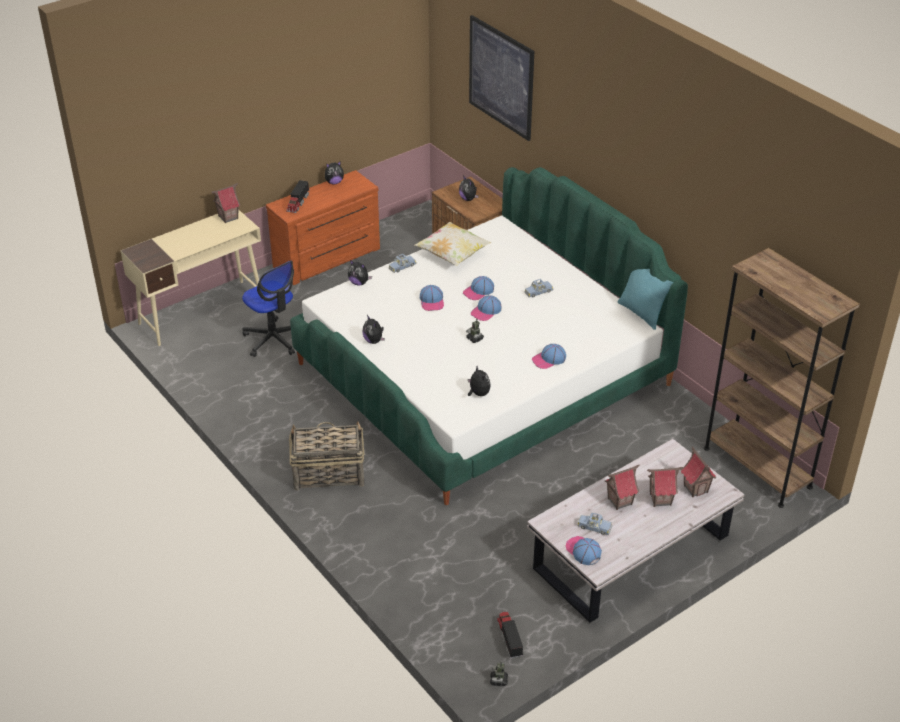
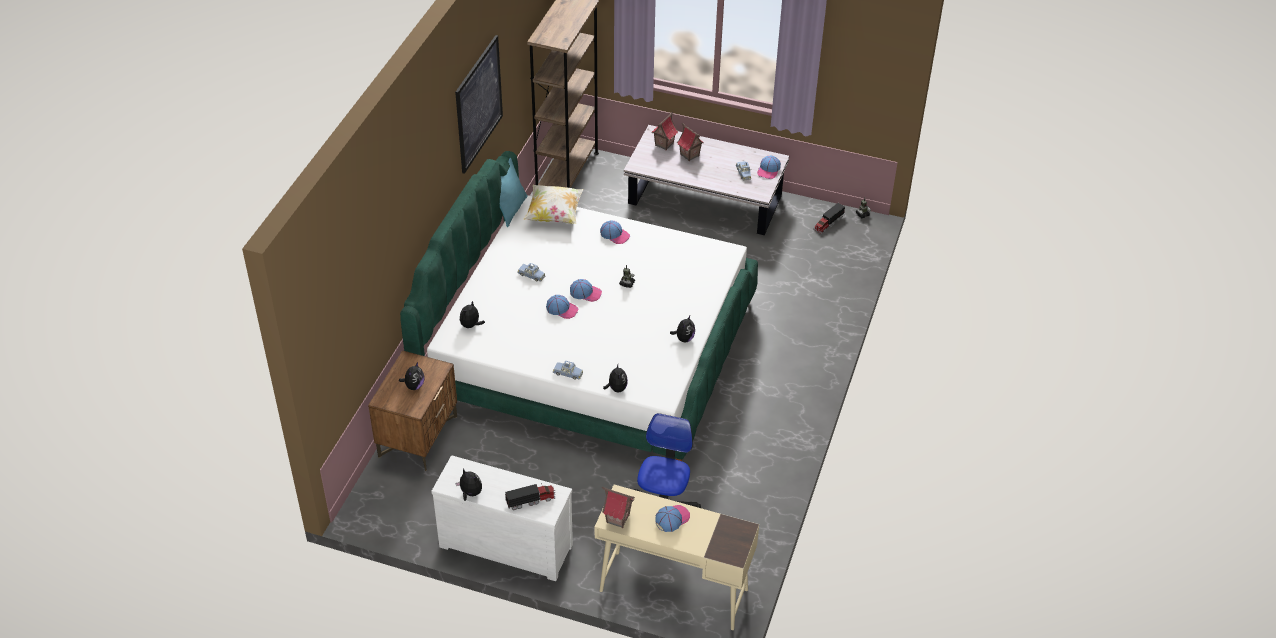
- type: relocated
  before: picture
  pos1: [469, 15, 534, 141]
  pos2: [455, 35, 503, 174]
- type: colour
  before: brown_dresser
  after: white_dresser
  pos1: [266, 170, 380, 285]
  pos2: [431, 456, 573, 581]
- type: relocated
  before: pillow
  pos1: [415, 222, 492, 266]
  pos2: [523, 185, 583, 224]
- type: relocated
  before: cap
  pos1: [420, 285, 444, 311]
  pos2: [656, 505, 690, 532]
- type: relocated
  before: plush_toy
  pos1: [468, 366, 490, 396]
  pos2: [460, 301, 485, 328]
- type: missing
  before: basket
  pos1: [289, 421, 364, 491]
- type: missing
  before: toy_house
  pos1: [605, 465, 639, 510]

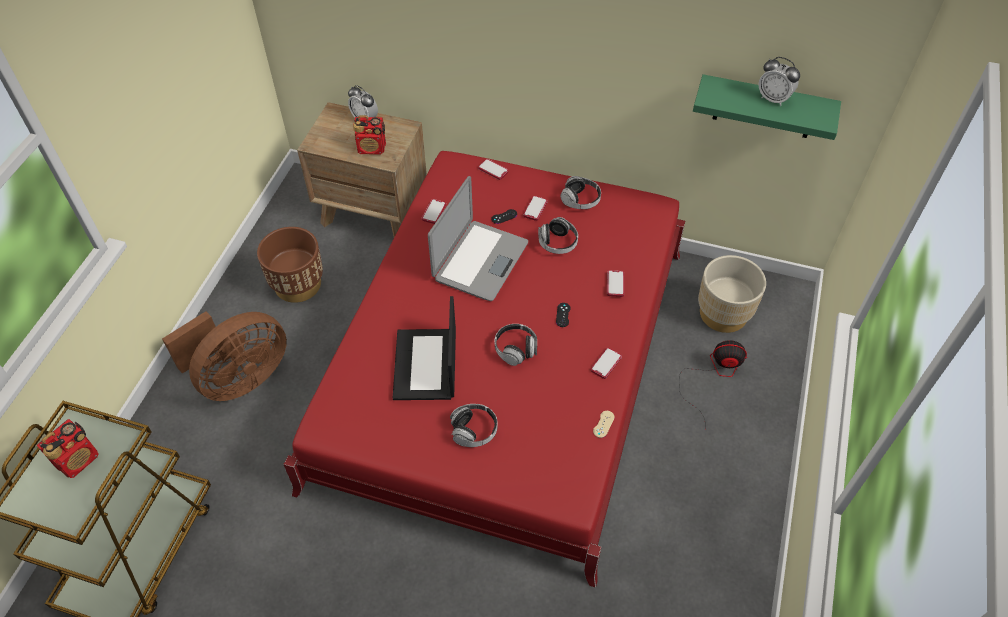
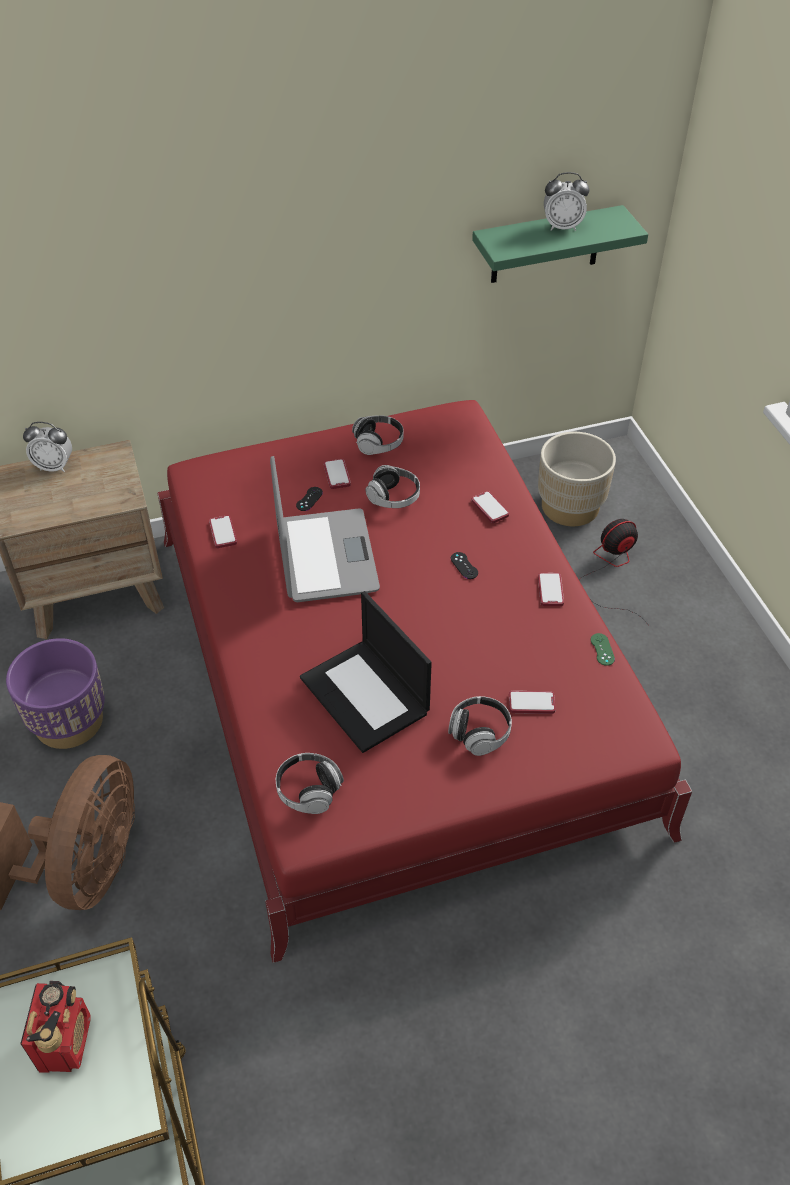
- type: missing
  before: radio
  pos1: [353, 115, 386, 155]
- type: relocated
  before: phone
  pos1: [478, 159, 508, 180]
  pos2: [509, 691, 556, 714]
- type: colour
  before: brown_planter
  after: purple_planter
  pos1: [257, 227, 323, 303]
  pos2: [6, 638, 105, 749]
- type: relocated
  before: headphones
  pos1: [495, 324, 537, 366]
  pos2: [276, 753, 344, 814]
- type: colour
  before: beige_game_controller
  after: green_game_controller
  pos1: [593, 411, 615, 438]
  pos2: [591, 633, 615, 666]

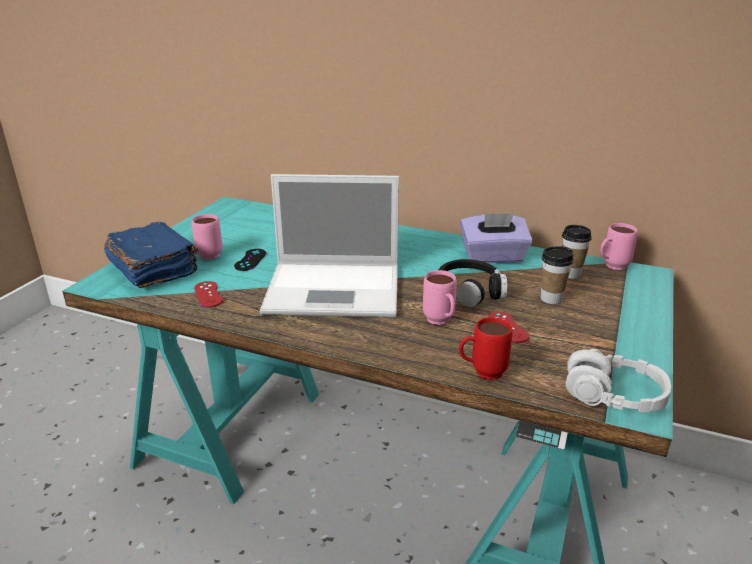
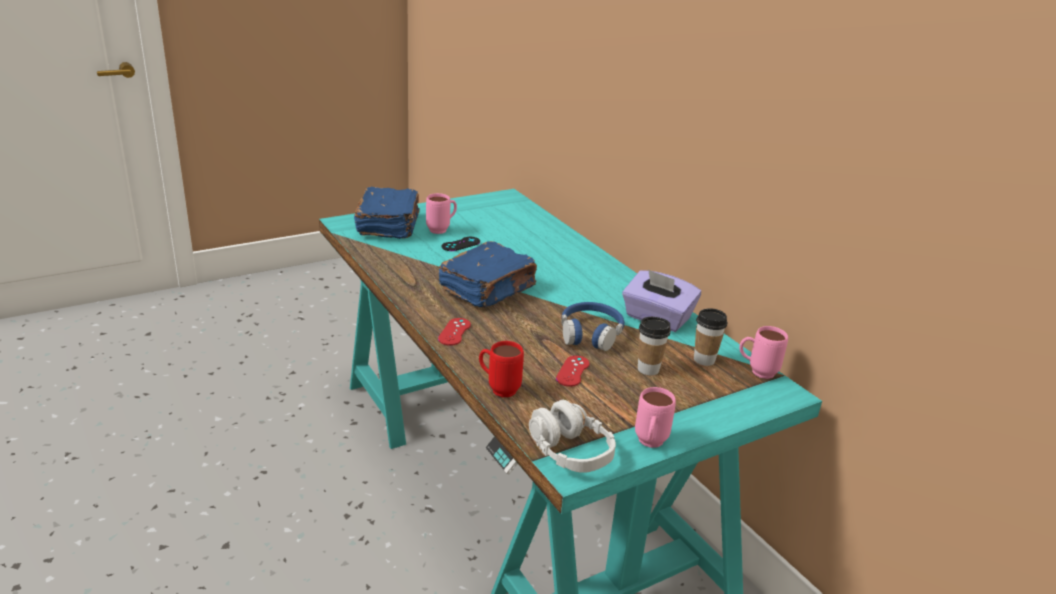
- type: exchanged
  before: laptop
  after: blue_book
  pos1: [260, 174, 399, 317]
  pos2: [439, 241, 537, 308]
- type: colour
  before: black_headphones
  after: blue_headphones
  pos1: [439, 259, 507, 307]
  pos2: [561, 302, 625, 351]
- type: relocated
  before: pink_mug
  pos1: [423, 270, 457, 325]
  pos2: [635, 387, 676, 448]
- type: relocated
  before: red_game_controller
  pos1: [194, 281, 223, 307]
  pos2: [438, 318, 471, 346]

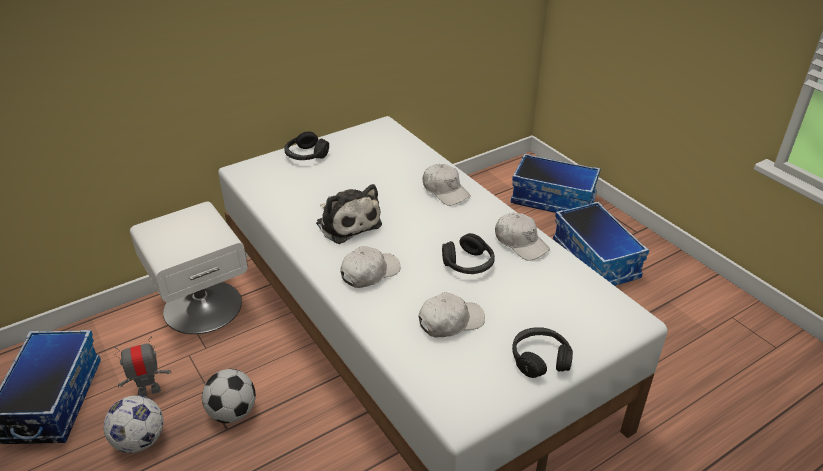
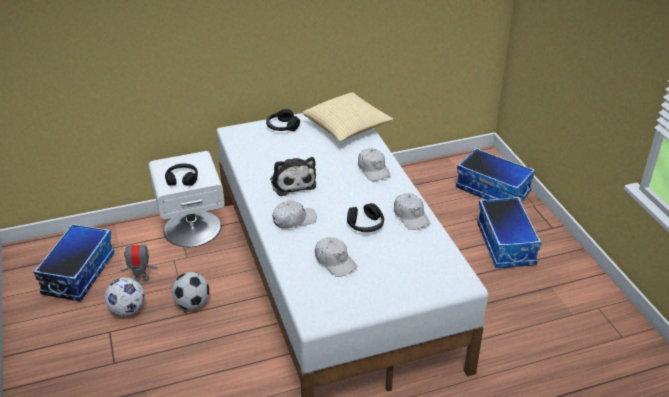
- type: spun
  before: white_cap
  pos1: [418, 292, 485, 337]
  pos2: [315, 237, 357, 277]
  turn: 60
- type: relocated
  before: black_headphones
  pos1: [512, 327, 573, 378]
  pos2: [165, 163, 198, 186]
- type: appeared
  after: pillow
  pos2: [303, 92, 393, 142]

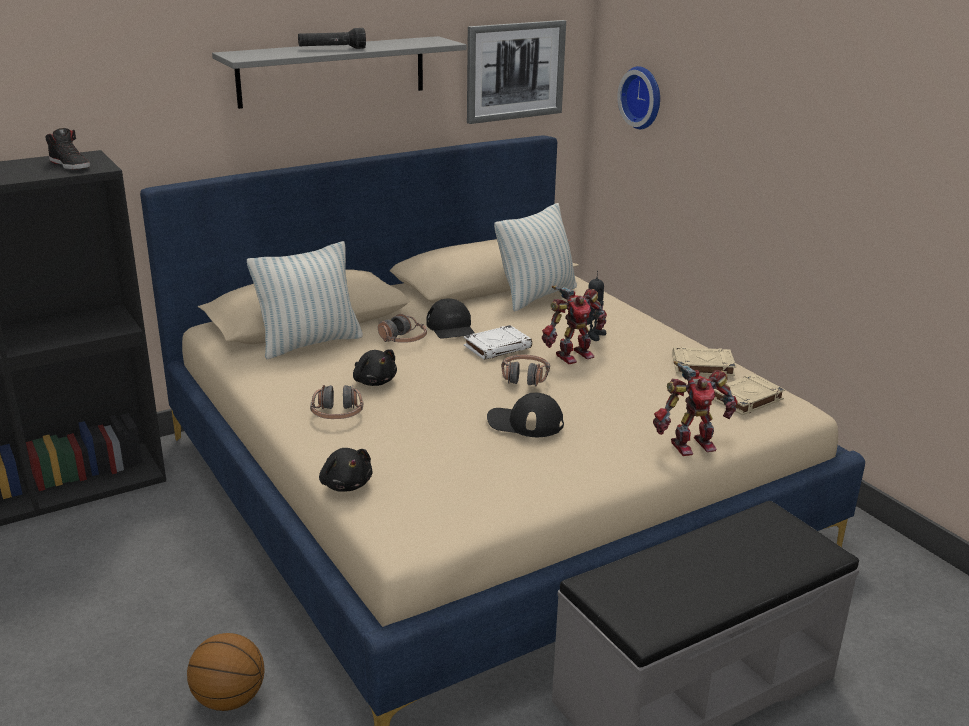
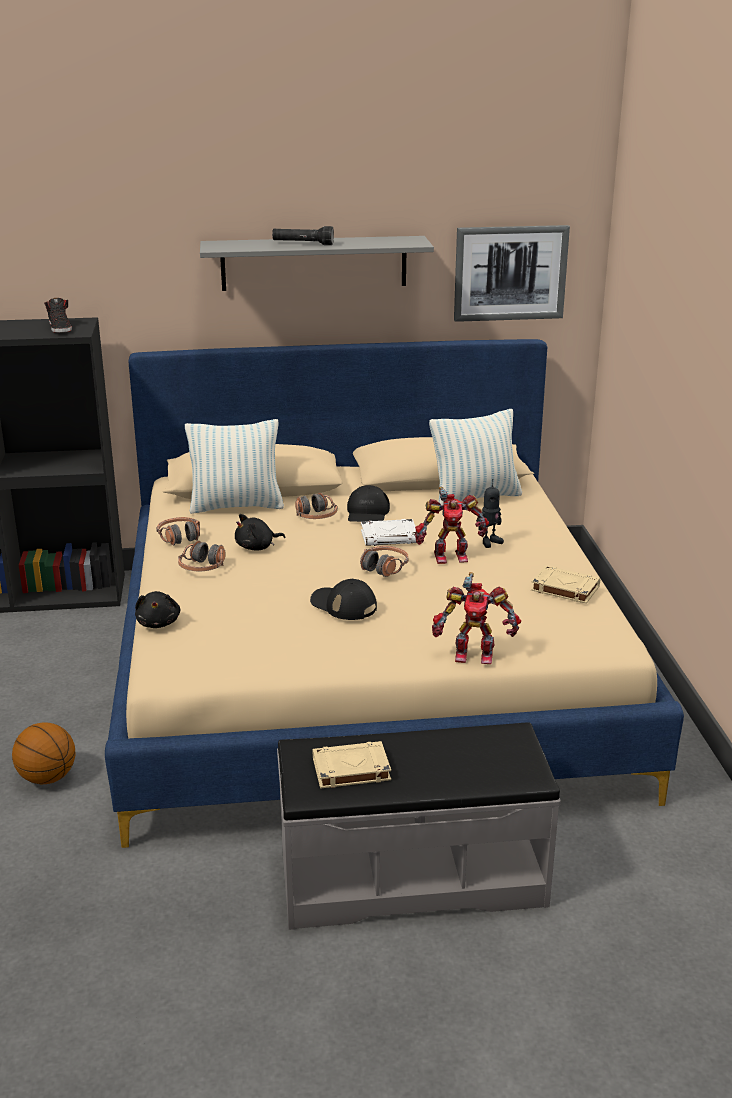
- type: missing
  before: wall_clock
  pos1: [618, 66, 660, 129]
- type: spun
  before: black_plush_toy
  pos1: [353, 349, 397, 386]
  pos2: [235, 514, 285, 550]
  turn: 75
- type: relocated
  before: beige_book
  pos1: [713, 374, 785, 415]
  pos2: [312, 741, 391, 789]
- type: appeared
  after: headphones
  pos2: [156, 517, 200, 545]

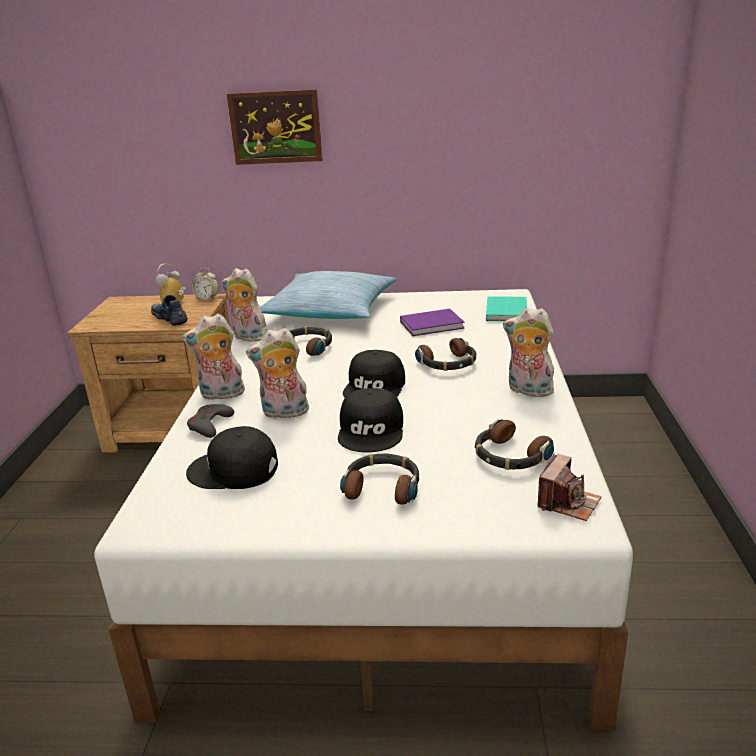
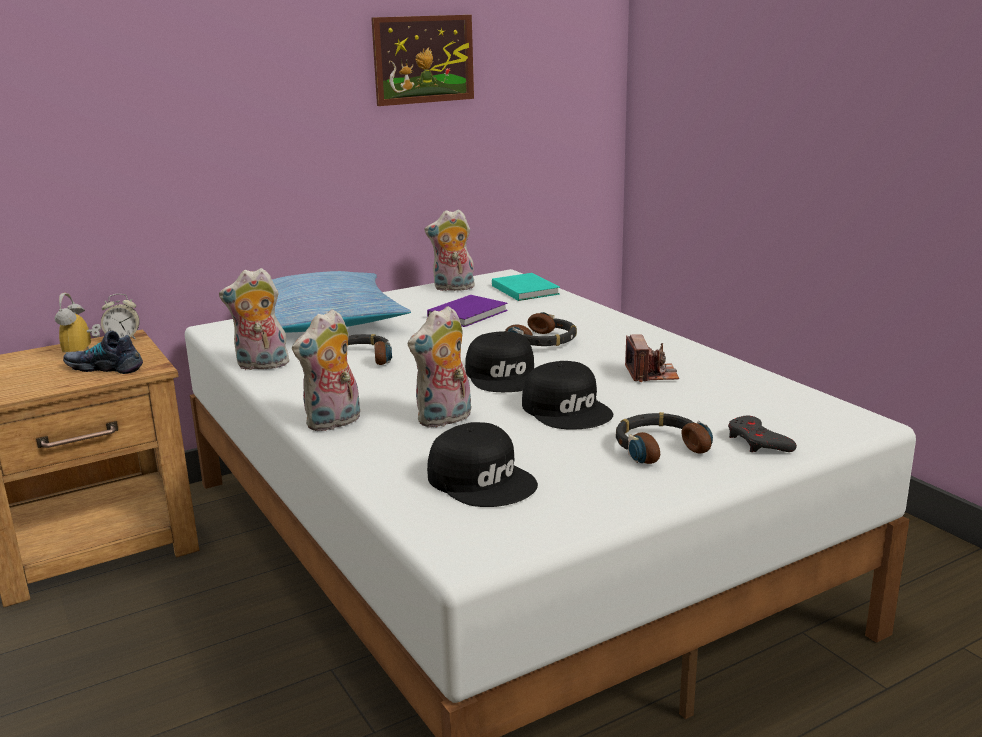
- type: relocated
  before: picture
  pos1: [227, 89, 322, 165]
  pos2: [371, 15, 474, 106]
- type: relocated
  before: plush_toy
  pos1: [503, 307, 557, 397]
  pos2: [424, 209, 475, 292]
- type: relocated
  before: grey_game_controller
  pos1: [187, 404, 234, 438]
  pos2: [728, 415, 797, 452]
- type: missing
  before: headphones
  pos1: [475, 419, 554, 470]
- type: spun
  before: black_cap
  pos1: [186, 426, 278, 489]
  pos2: [427, 422, 538, 507]
  turn: -105
- type: relocated
  before: photo_camera
  pos1: [537, 453, 602, 521]
  pos2: [625, 335, 679, 382]

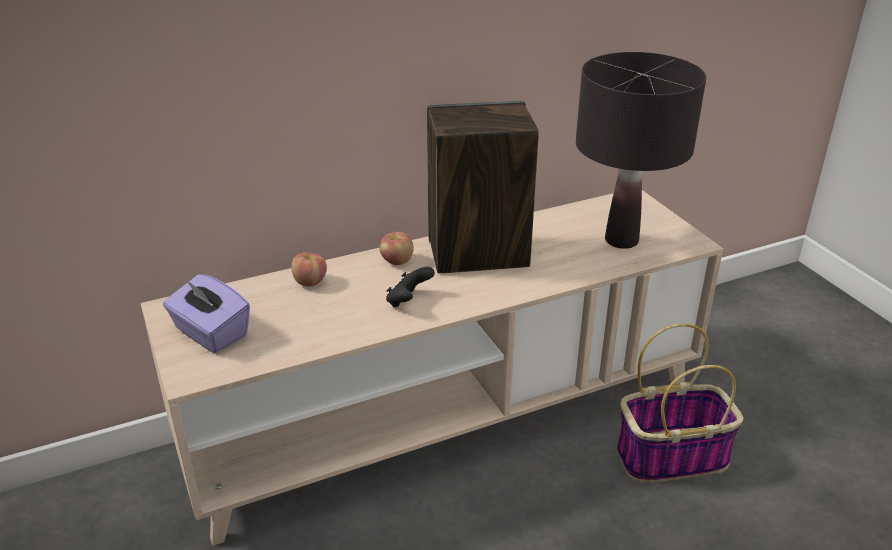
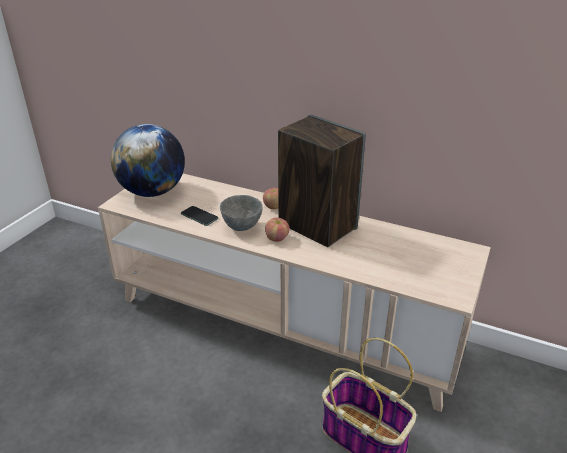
- type: missing
  before: black_table_lamp
  pos1: [576, 52, 706, 249]
- type: relocated
  before: apple
  pos1: [291, 252, 327, 286]
  pos2: [265, 218, 289, 242]
- type: exchanged
  before: black_game_controller
  after: grey_bowl
  pos1: [386, 267, 435, 308]
  pos2: [220, 195, 263, 231]
- type: exchanged
  before: purple_tissue_box
  after: globe
  pos1: [163, 274, 250, 353]
  pos2: [111, 124, 185, 197]
- type: appeared
  after: phone
  pos2: [181, 206, 219, 226]

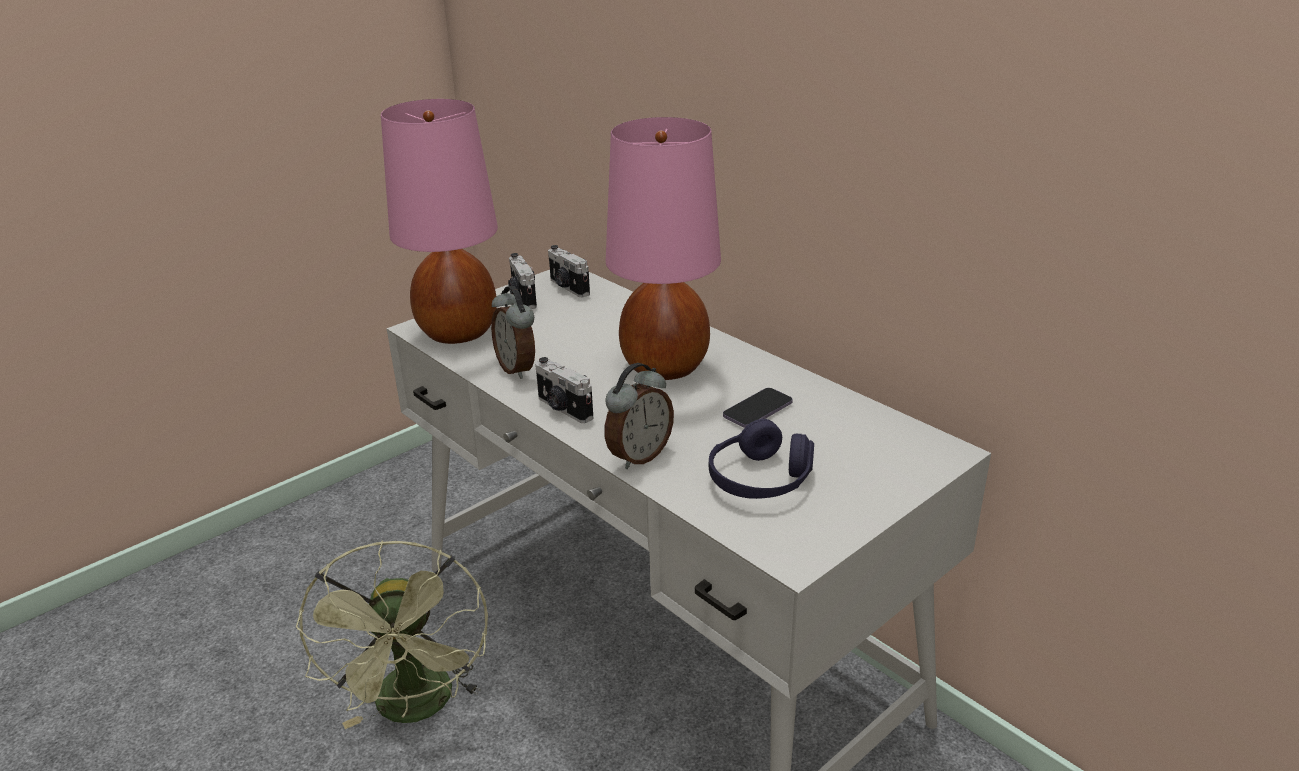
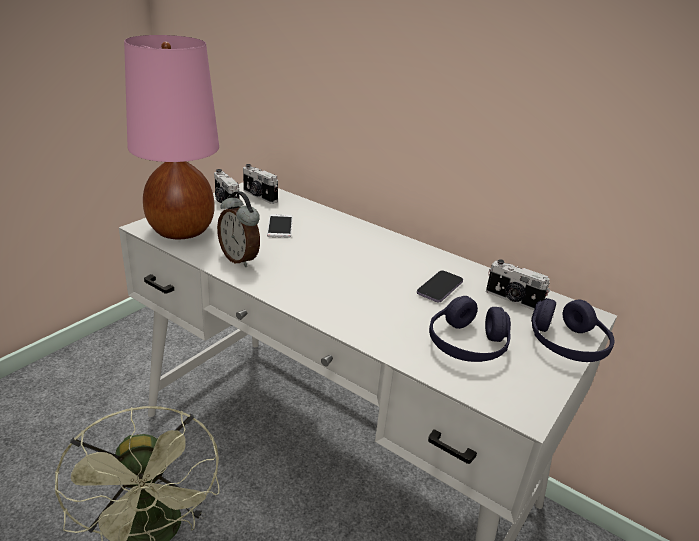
- type: missing
  before: pink_table_lamp
  pos1: [606, 117, 721, 380]
- type: relocated
  before: photo_camera
  pos1: [535, 357, 593, 423]
  pos2: [486, 259, 550, 310]
- type: missing
  before: alarm_clock
  pos1: [605, 363, 674, 469]
- type: appeared
  after: phone
  pos2: [267, 214, 293, 238]
- type: appeared
  after: purple_headphones
  pos2: [531, 298, 615, 362]

